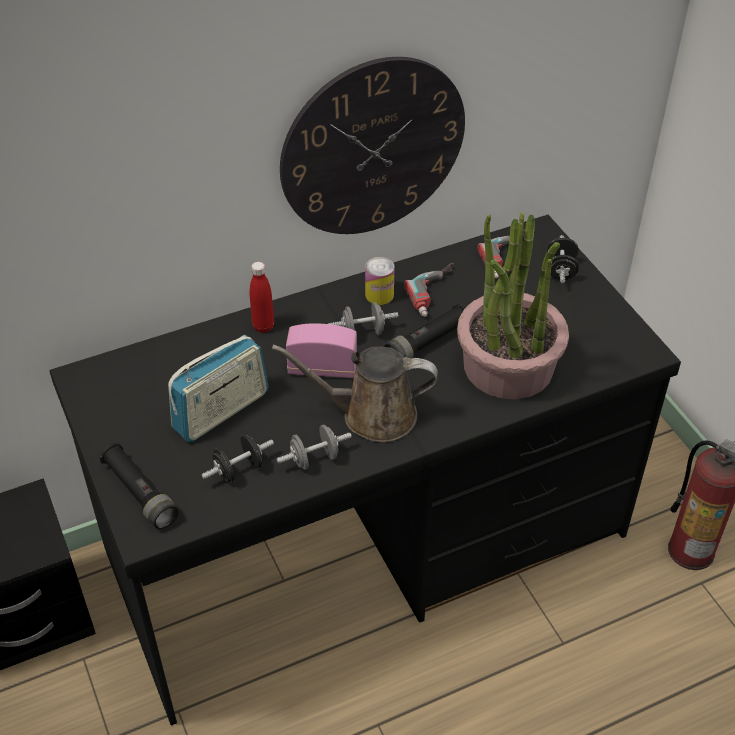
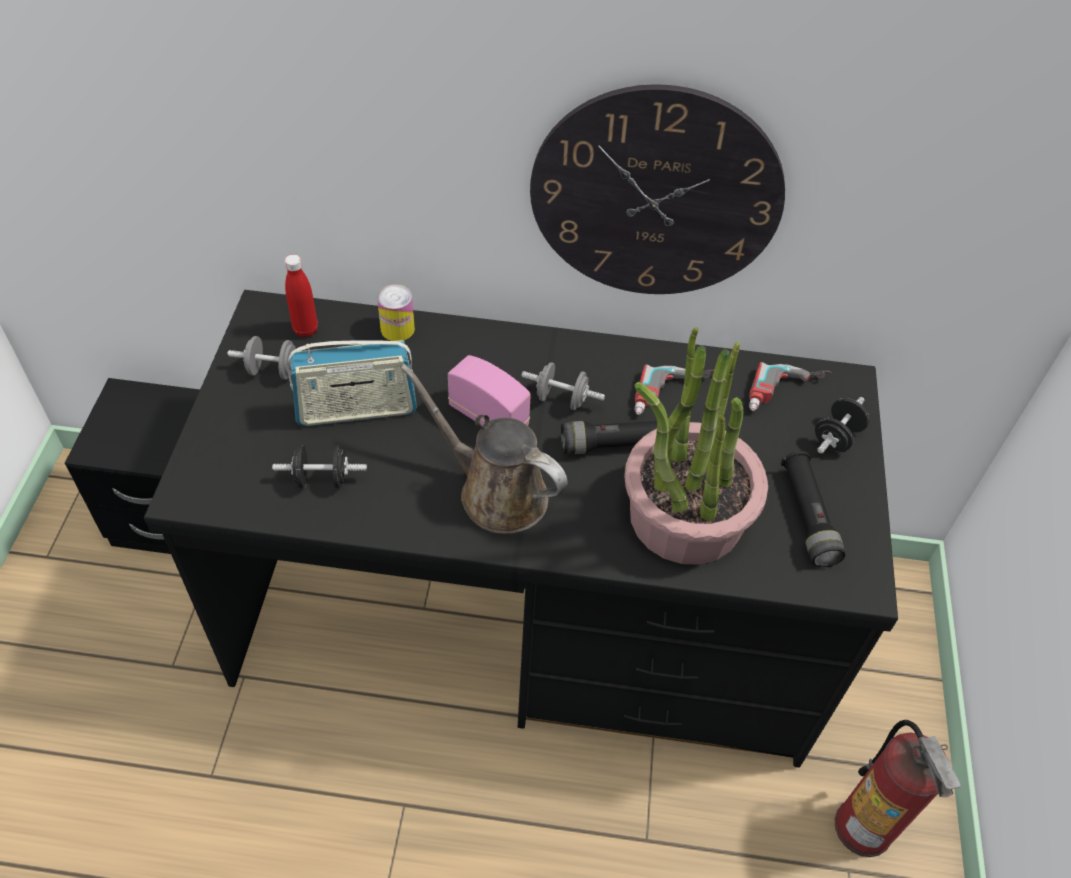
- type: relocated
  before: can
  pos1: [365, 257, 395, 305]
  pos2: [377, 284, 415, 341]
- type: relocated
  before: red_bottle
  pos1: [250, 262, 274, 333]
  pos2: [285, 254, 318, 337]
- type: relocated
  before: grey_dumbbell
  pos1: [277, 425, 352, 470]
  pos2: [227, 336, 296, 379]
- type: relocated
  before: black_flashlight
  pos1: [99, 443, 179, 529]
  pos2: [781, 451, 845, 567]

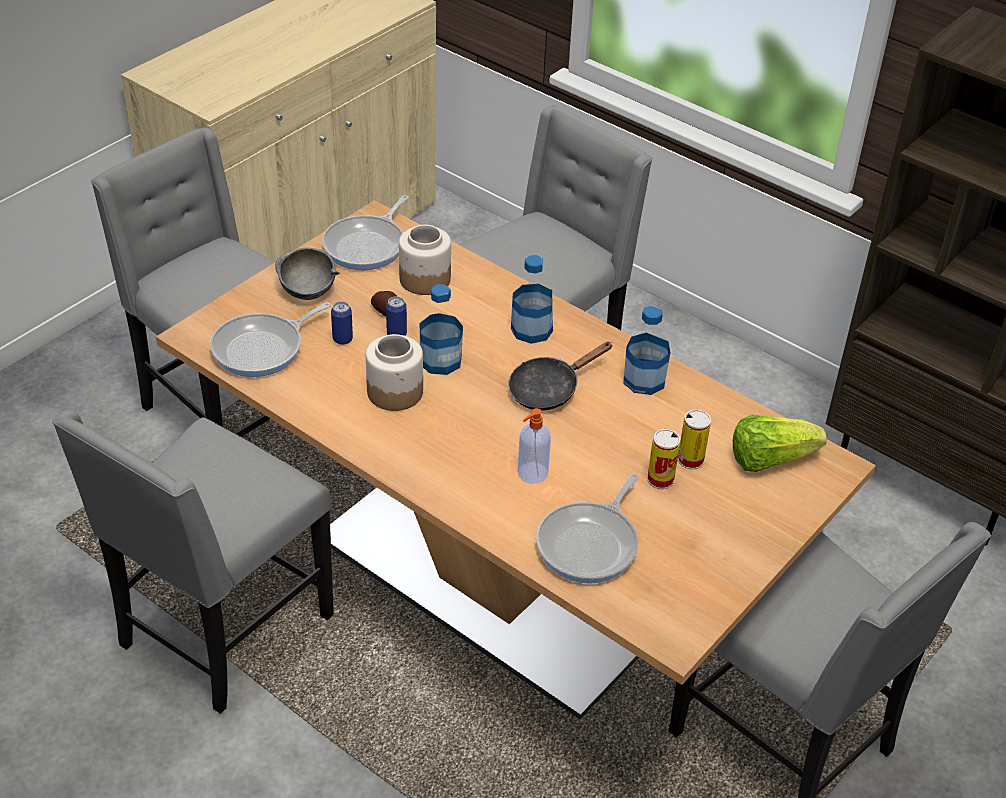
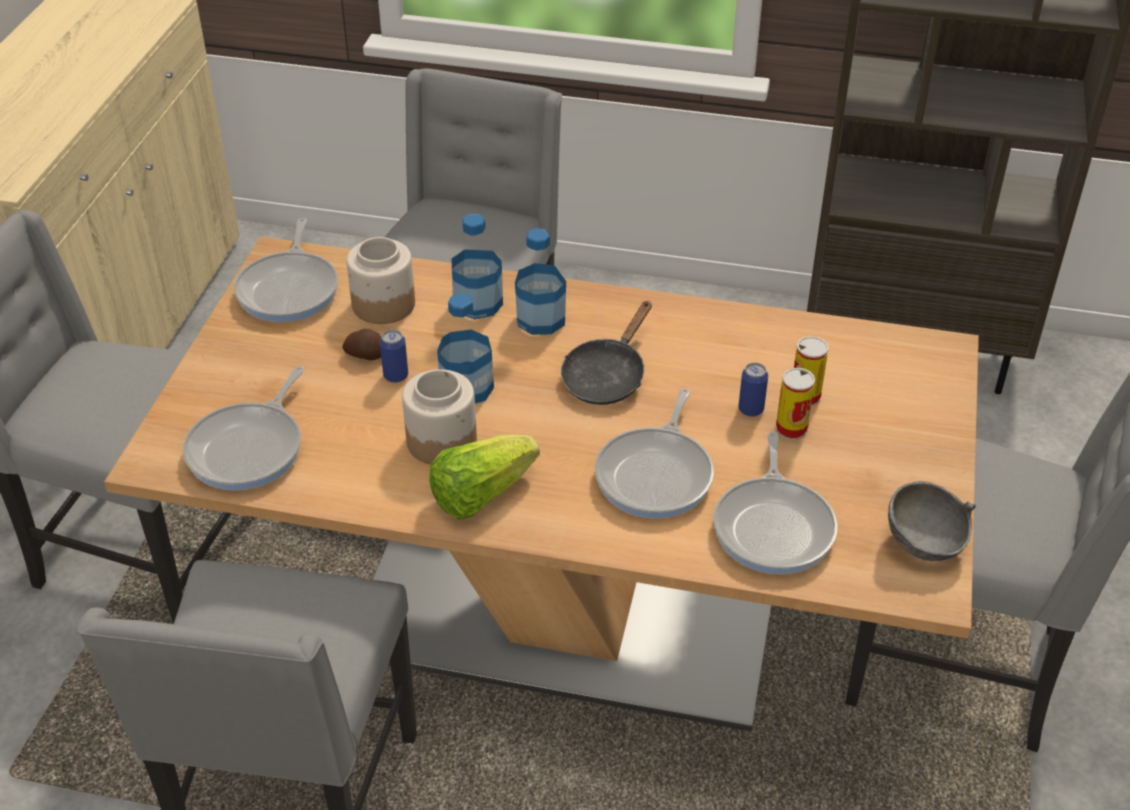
- type: relocated
  before: grey_bowl
  pos1: [275, 248, 340, 300]
  pos2: [888, 481, 976, 561]
- type: relocated
  before: can
  pos1: [331, 301, 353, 345]
  pos2: [738, 362, 768, 417]
- type: relocated
  before: bottle
  pos1: [623, 306, 670, 395]
  pos2: [452, 214, 503, 319]
- type: exchanged
  before: soap_dispenser
  after: frying_pan
  pos1: [517, 408, 551, 484]
  pos2: [595, 388, 714, 518]
- type: relocated
  before: lettuce
  pos1: [733, 415, 827, 472]
  pos2: [429, 435, 540, 520]

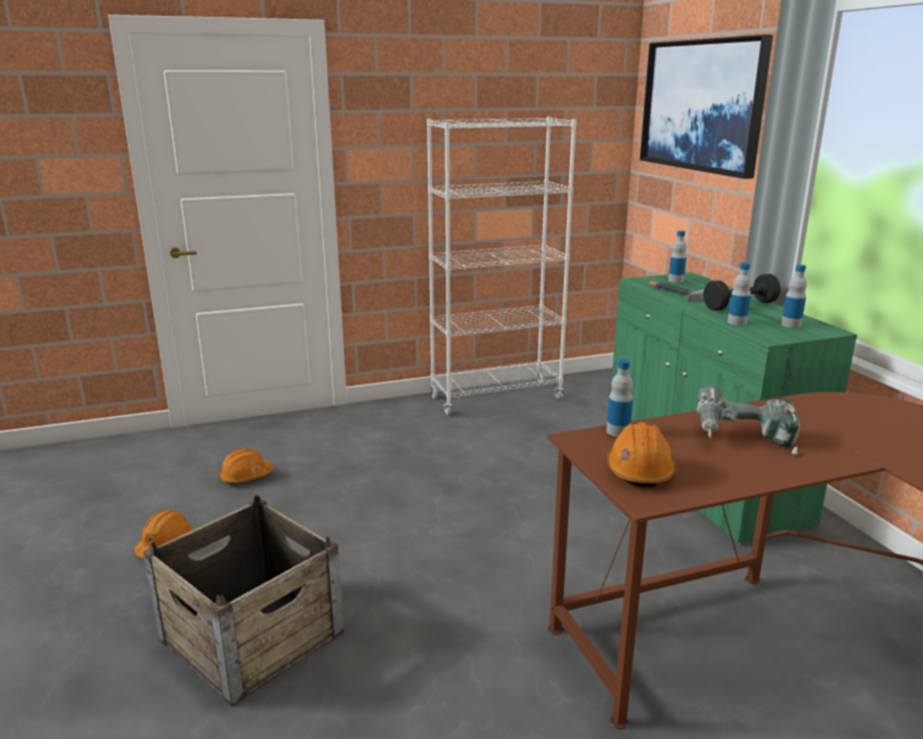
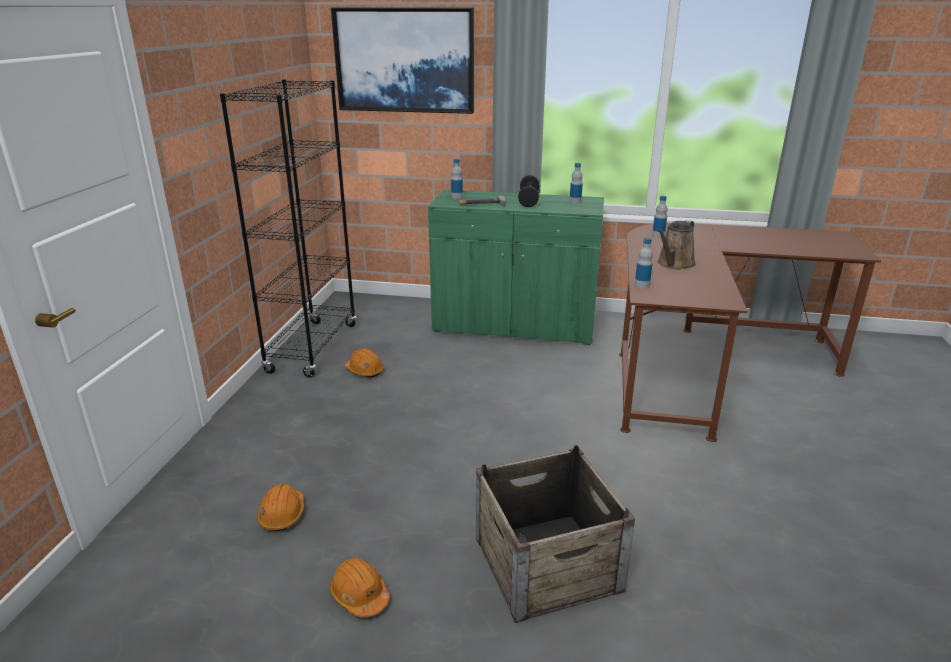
- type: colour
  before: white_bookcase
  after: black_bookcase
  pos1: [427, 117, 577, 415]
  pos2: [220, 79, 357, 378]
- type: relocated
  before: bottle
  pos1: [728, 263, 752, 325]
  pos2: [652, 196, 668, 238]
- type: exchanged
  before: power_drill
  after: brown_watering_can
  pos1: [696, 386, 800, 455]
  pos2: [657, 220, 696, 269]
- type: relocated
  before: orange_hard_hat
  pos1: [607, 422, 676, 487]
  pos2: [345, 348, 384, 378]

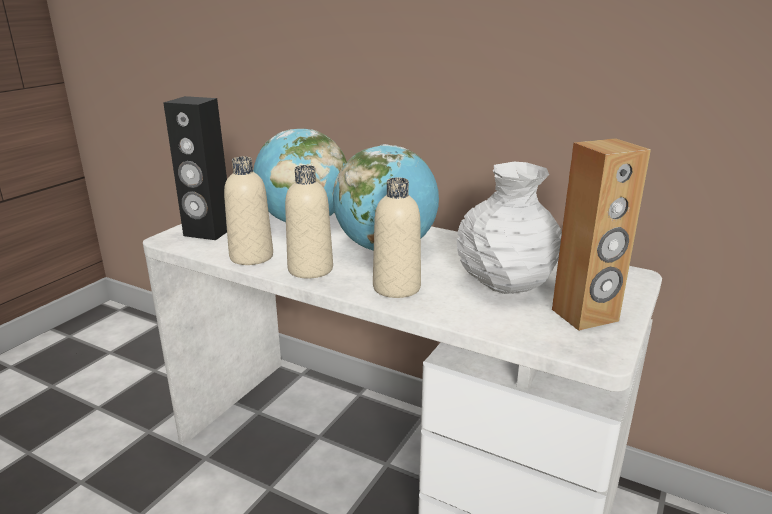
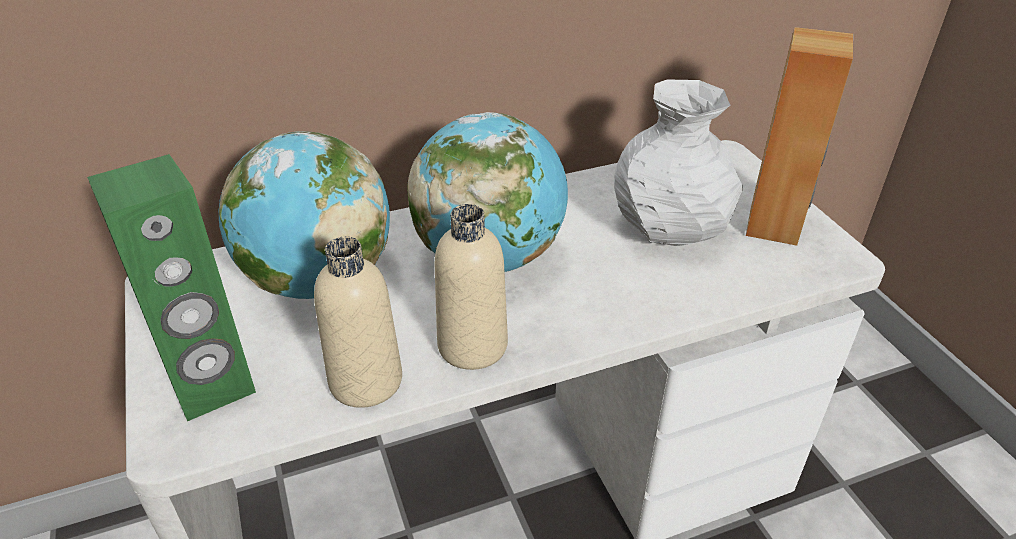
- type: colour
  before: black_speaker
  after: green_speaker
  pos1: [163, 96, 227, 240]
  pos2: [87, 154, 256, 421]
- type: missing
  before: beige_bottle
  pos1: [373, 177, 421, 298]

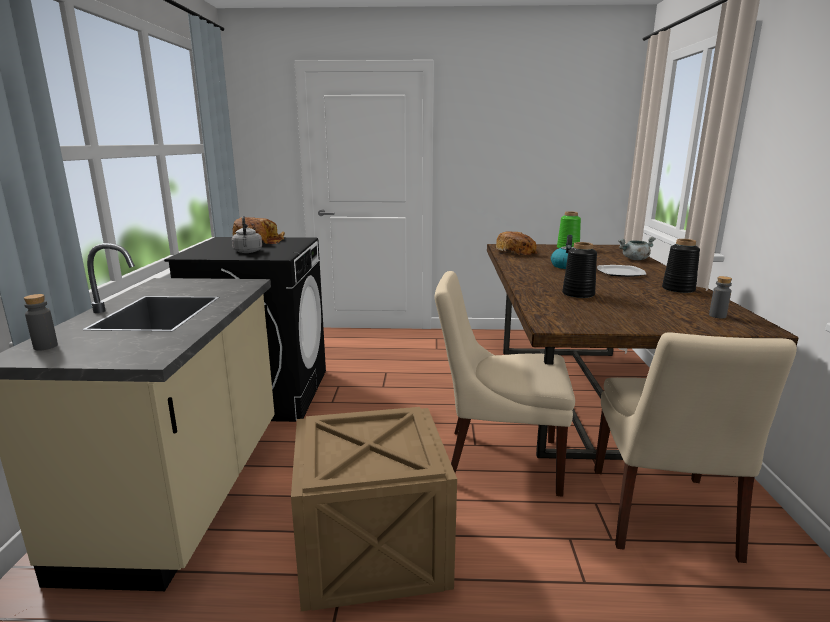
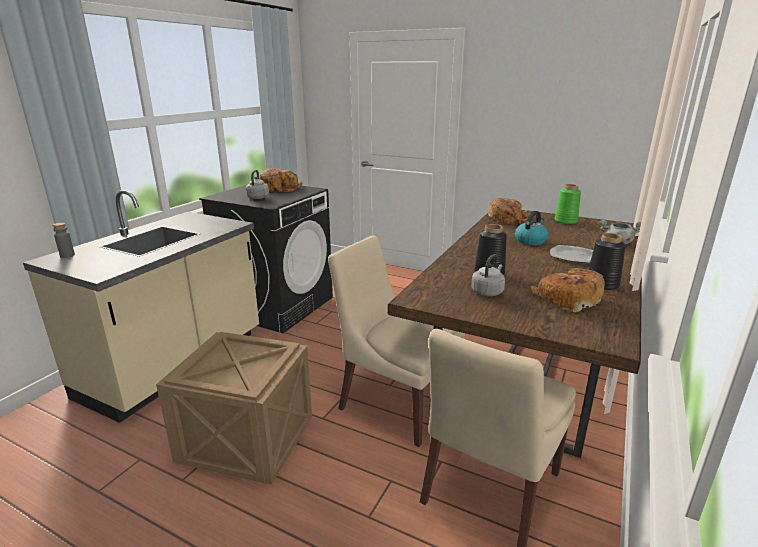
- type: missing
  before: grey_bottle
  pos1: [709, 276, 732, 318]
- type: appeared
  after: grey_kettle
  pos2: [471, 254, 505, 296]
- type: appeared
  after: bread
  pos2: [531, 268, 605, 312]

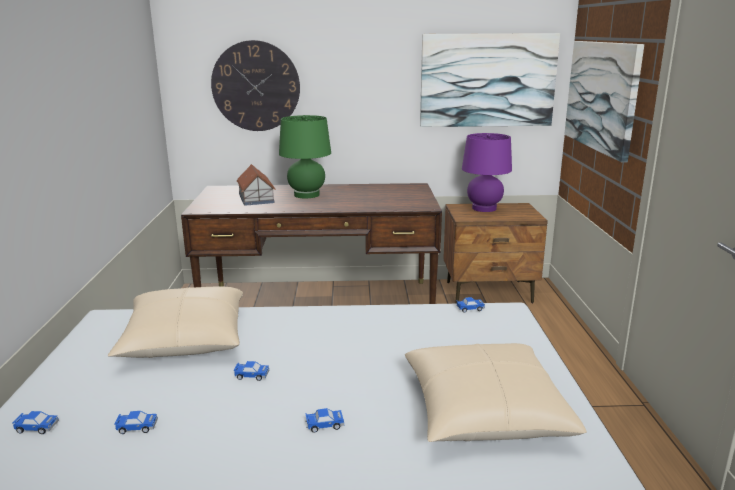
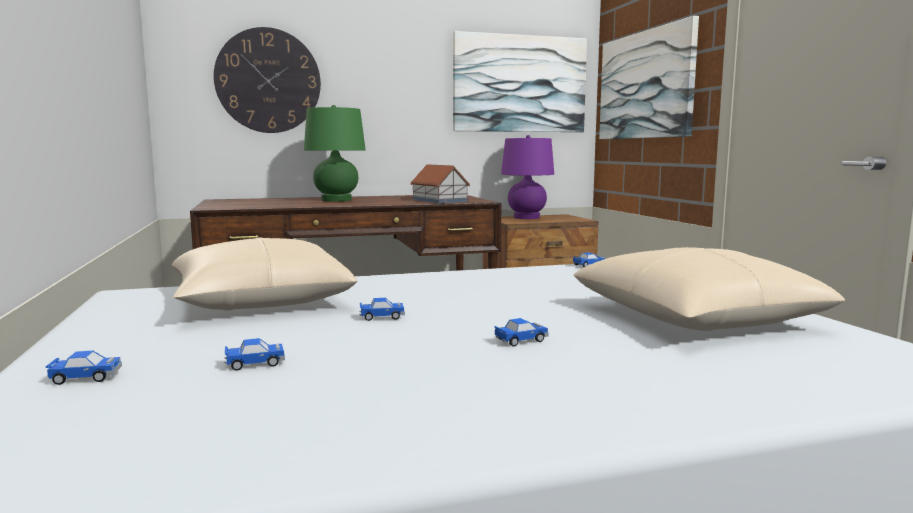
- type: relocated
  before: toy_house
  pos1: [236, 164, 275, 206]
  pos2: [411, 164, 470, 203]

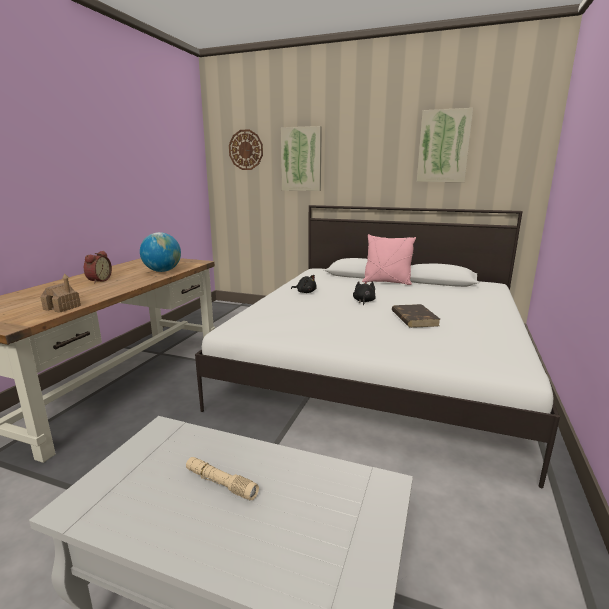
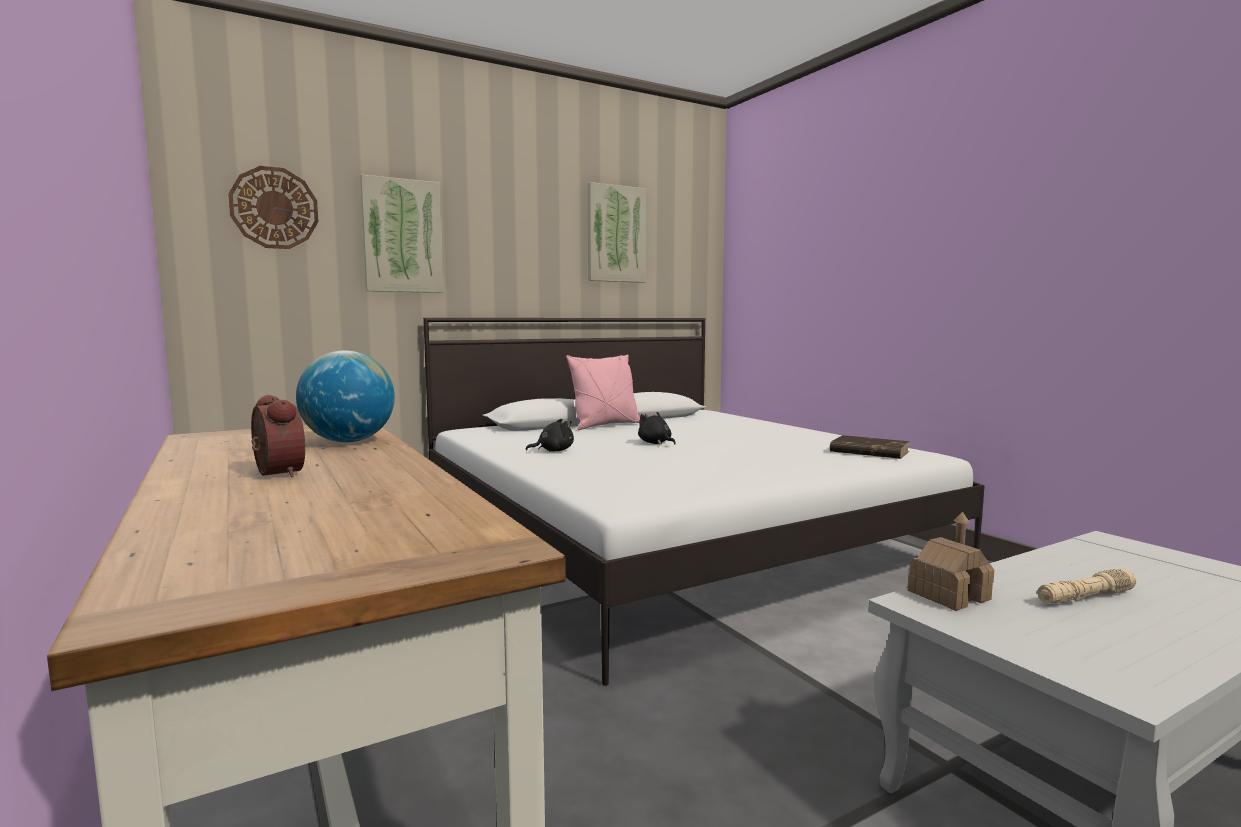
- type: relocated
  before: toy_house
  pos1: [40, 274, 81, 313]
  pos2: [907, 512, 994, 611]
- type: relocated
  before: brown_book
  pos1: [392, 304, 440, 328]
  pos2: [830, 435, 910, 459]

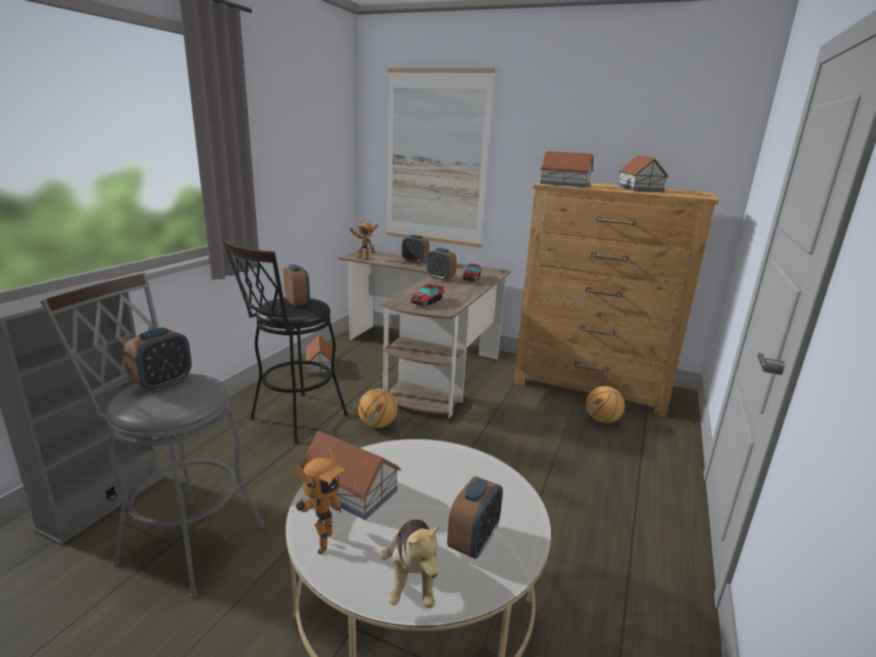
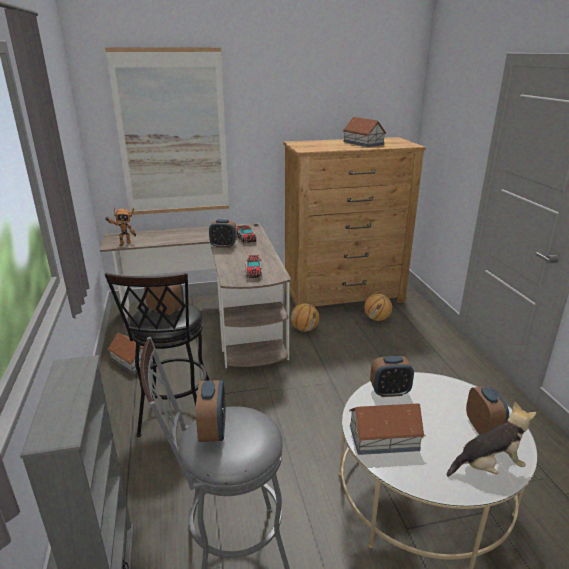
- type: missing
  before: toy_house
  pos1: [540, 151, 594, 188]
- type: relocated
  before: alarm_clock
  pos1: [402, 235, 429, 264]
  pos2: [370, 356, 414, 397]
- type: relocated
  before: basketball
  pos1: [358, 389, 397, 428]
  pos2: [291, 303, 319, 332]
- type: missing
  before: toy_robot
  pos1: [293, 447, 348, 555]
- type: spun
  before: plush_toy
  pos1: [380, 519, 440, 608]
  pos2: [447, 402, 536, 477]
  turn: -60

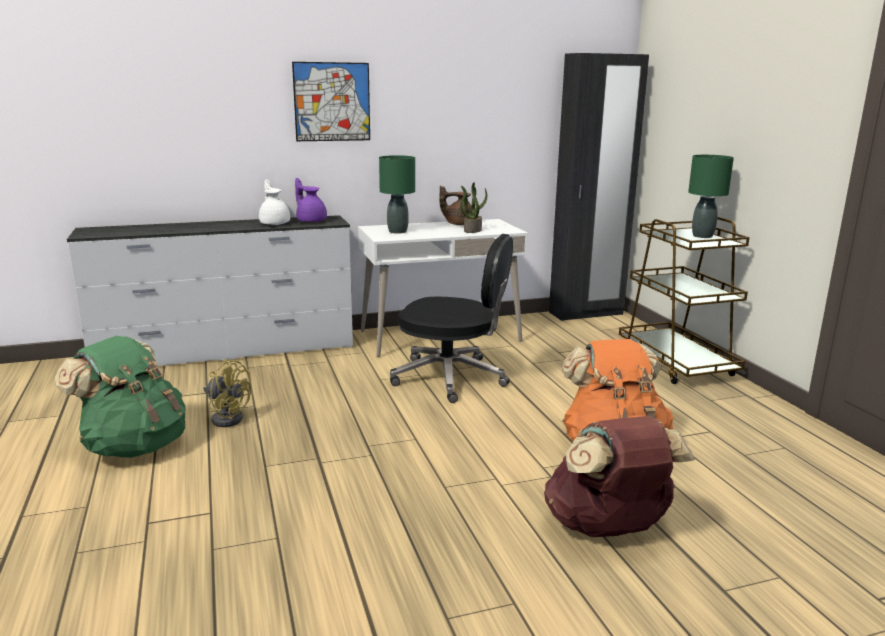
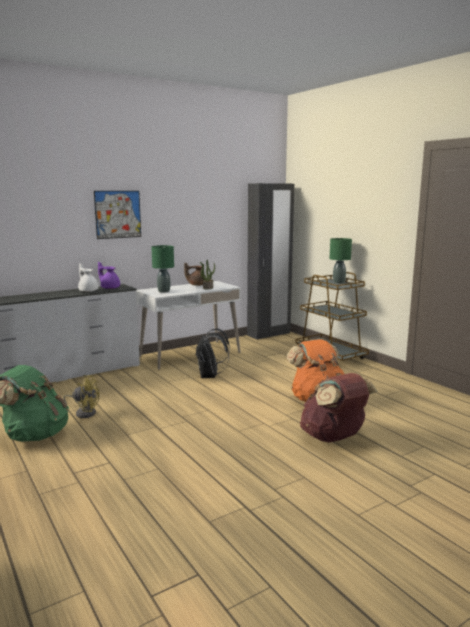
- type: exchanged
  before: black_office_chair
  after: black_backpack
  pos1: [390, 234, 513, 403]
  pos2: [196, 328, 230, 378]

